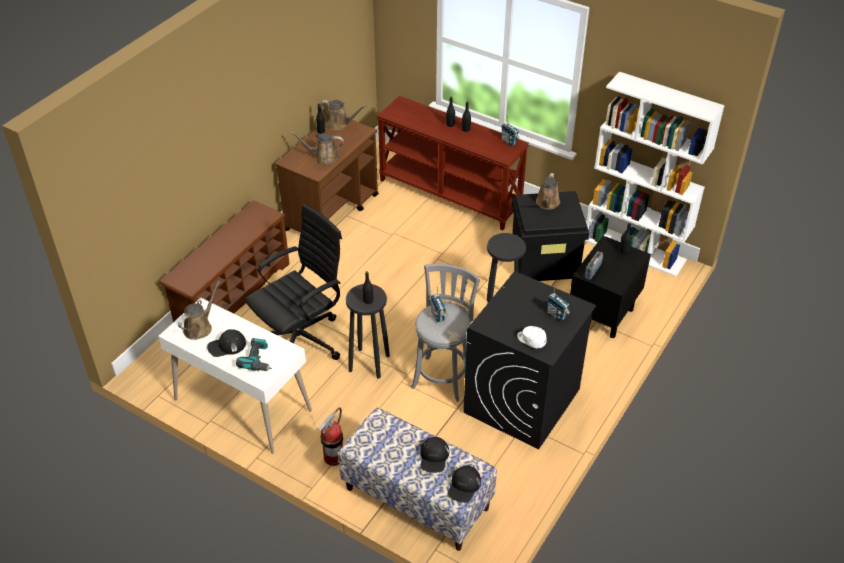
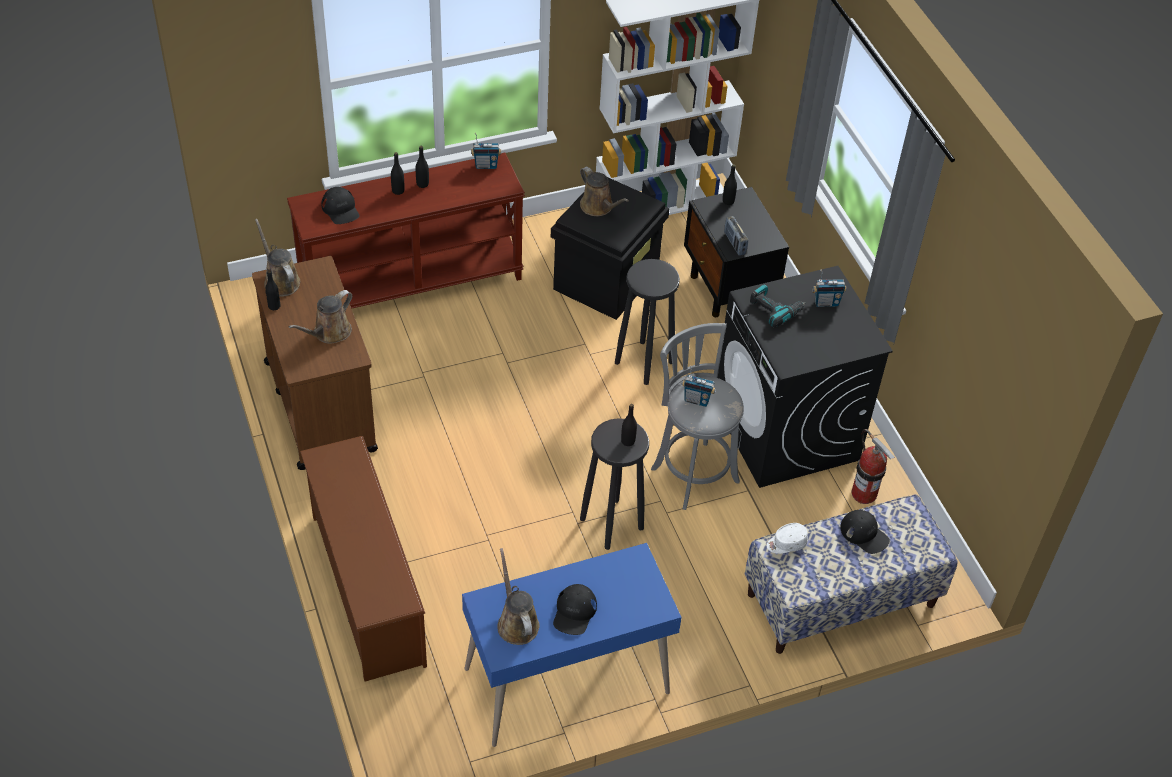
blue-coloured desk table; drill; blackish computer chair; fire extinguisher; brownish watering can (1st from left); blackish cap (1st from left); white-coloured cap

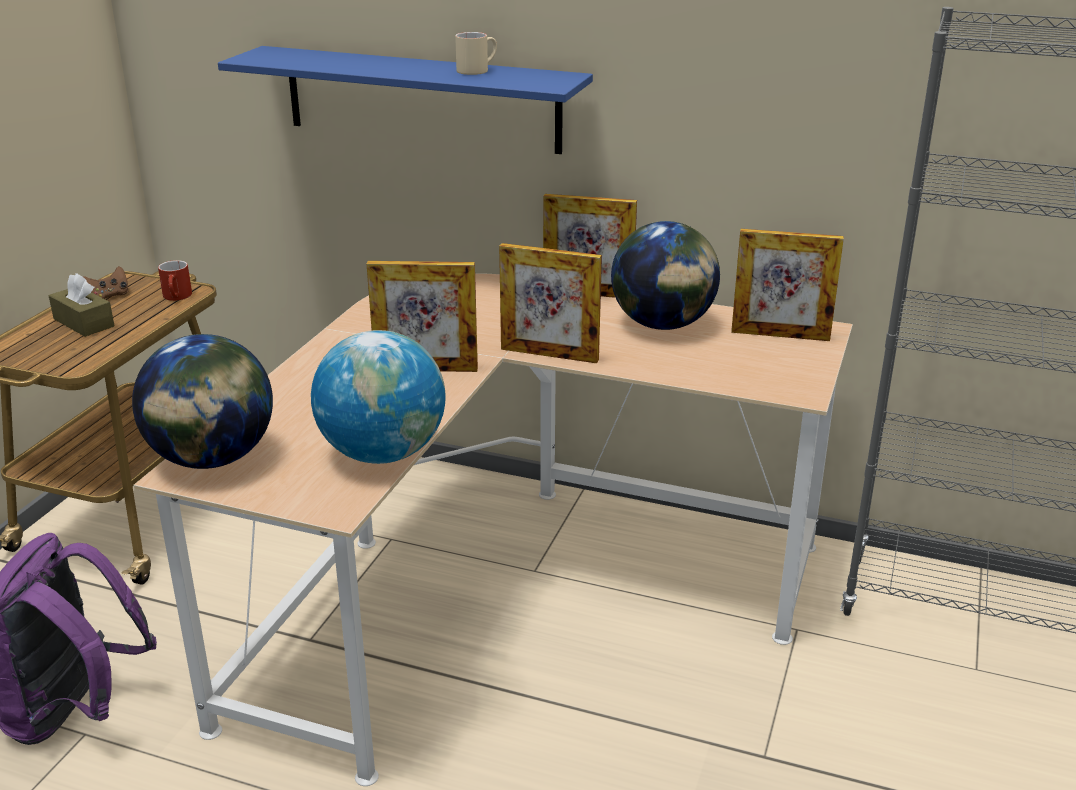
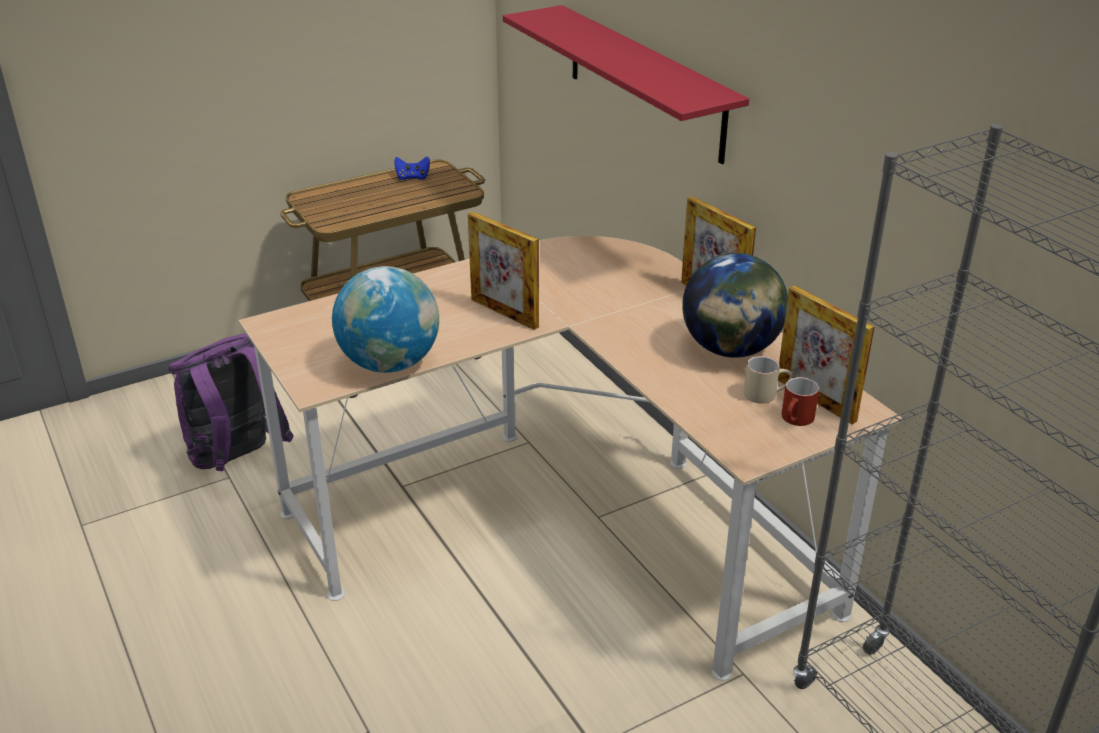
brownish tissue holder; blue-coloured joypad; globe (1st from left in the first image); red coffee mug; red bracket shelf; beige coffee mug; picture frame (2nd from left in the first image)

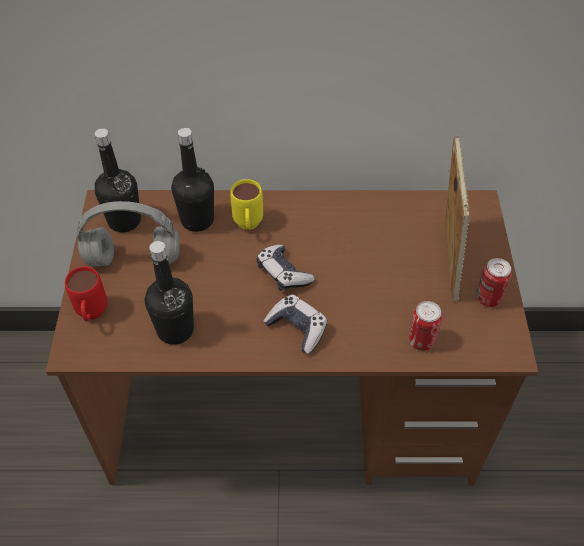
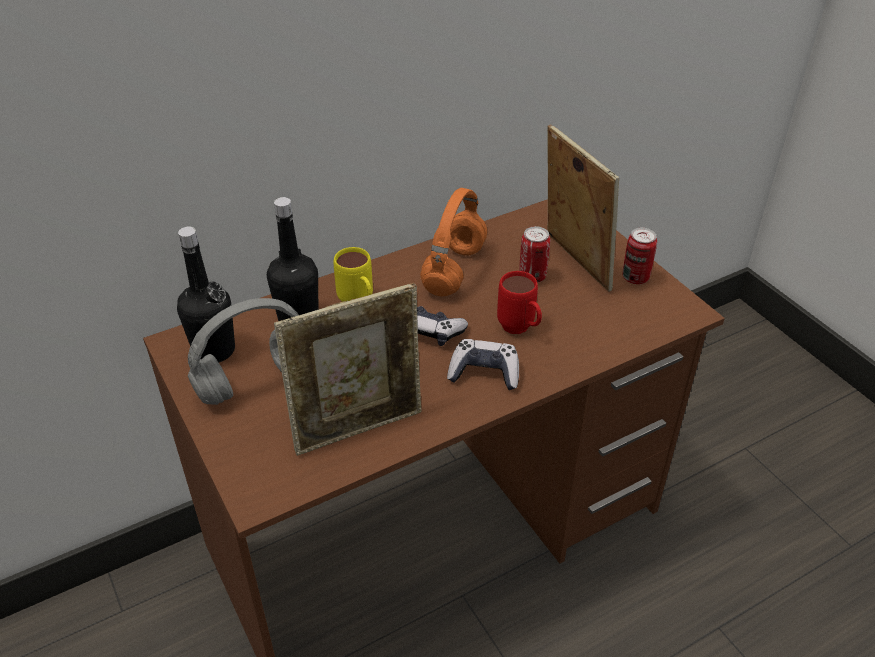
red coffee mug; picture frame (1st from left); can (1st from left); orangey headset

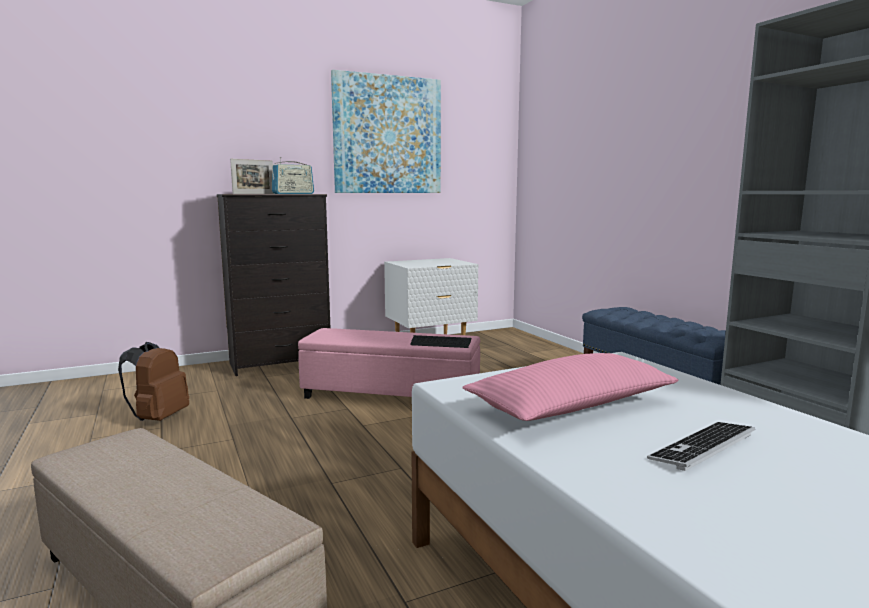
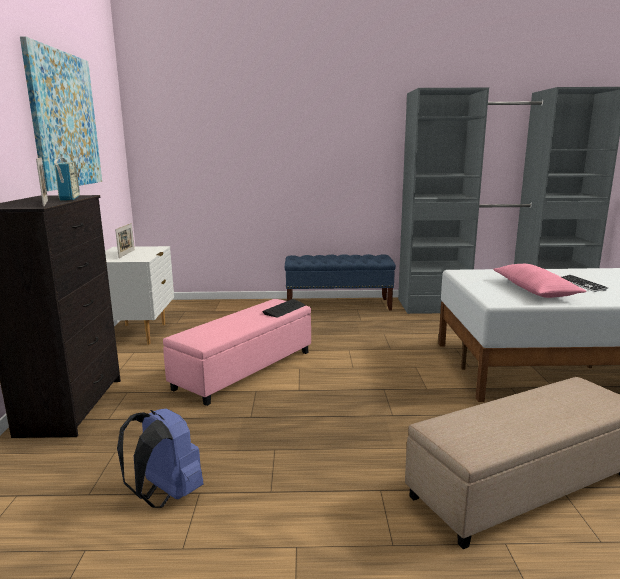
blue-coloured rucksack; picture frame (2nd from left)

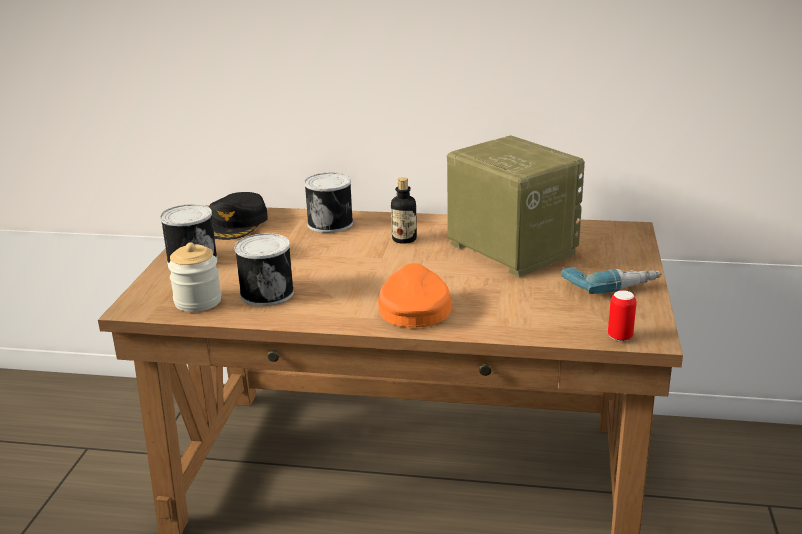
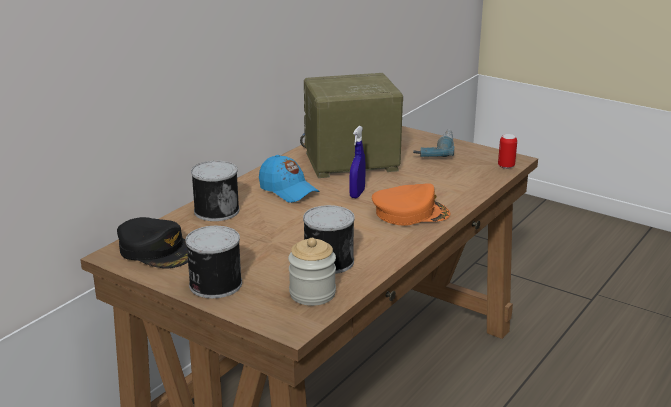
orangey cap; blue-coloured cap; blue-coloured hand sprayer

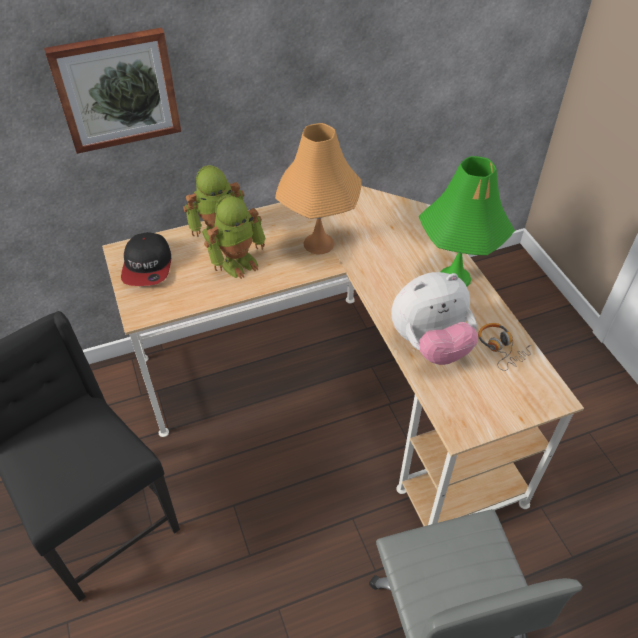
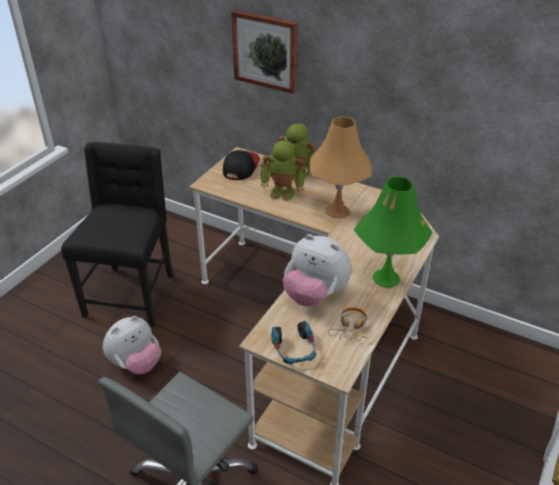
cap; soft toy (1st from left); headset (1st from left)

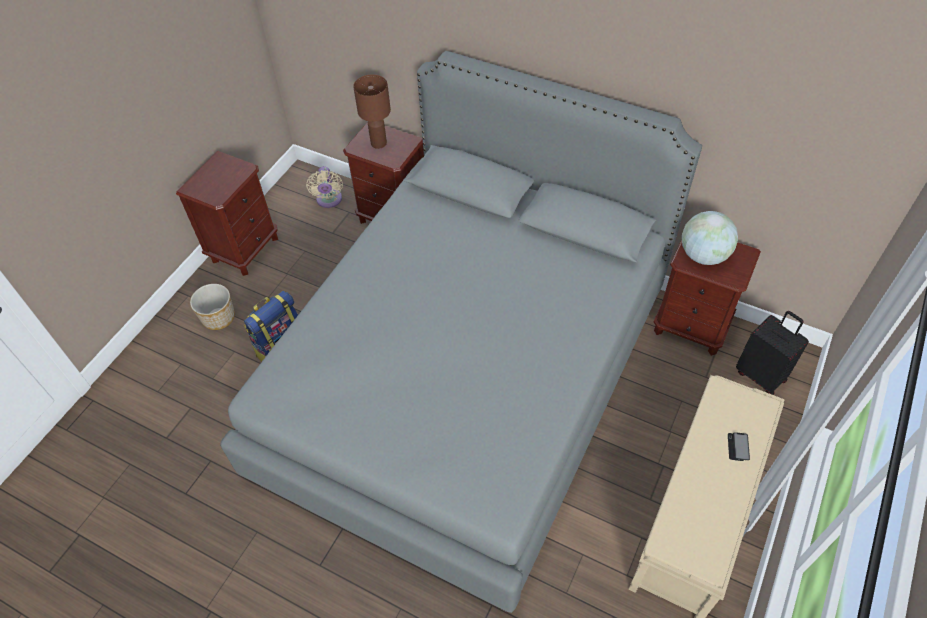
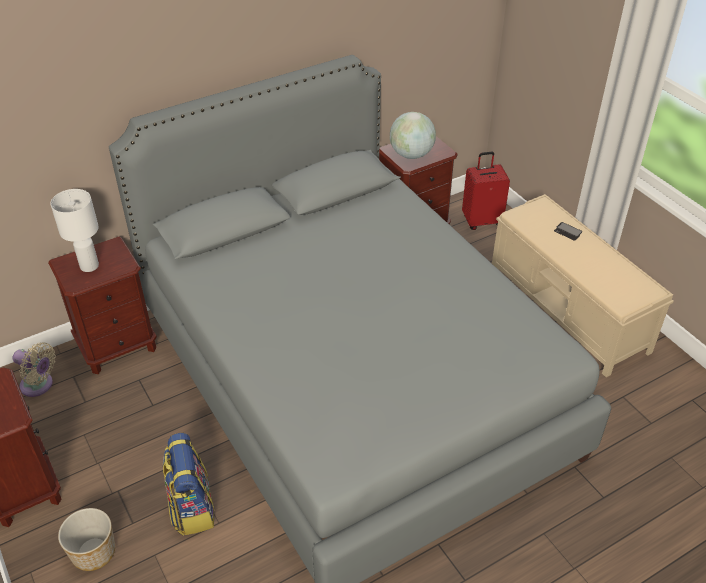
white-coloured lamp for a table; red piece of luggage

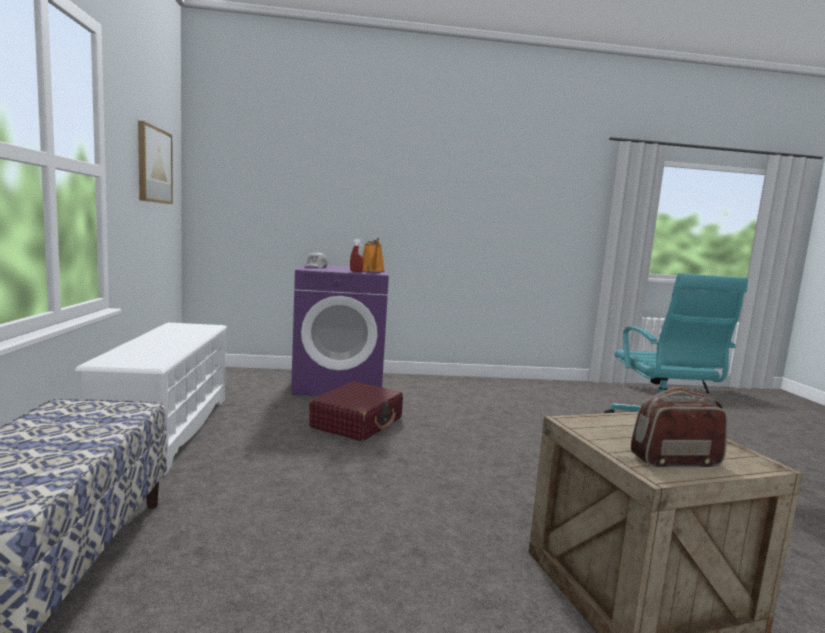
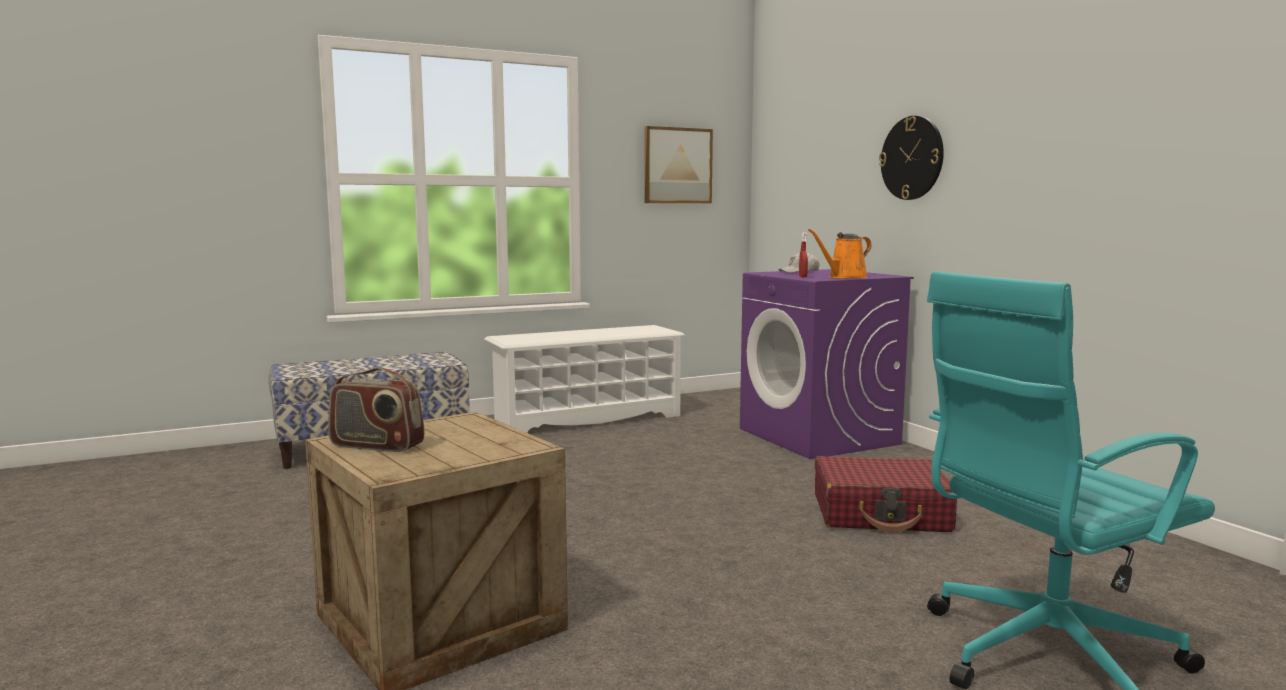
red piece of luggage; radio receiver; hanging clock

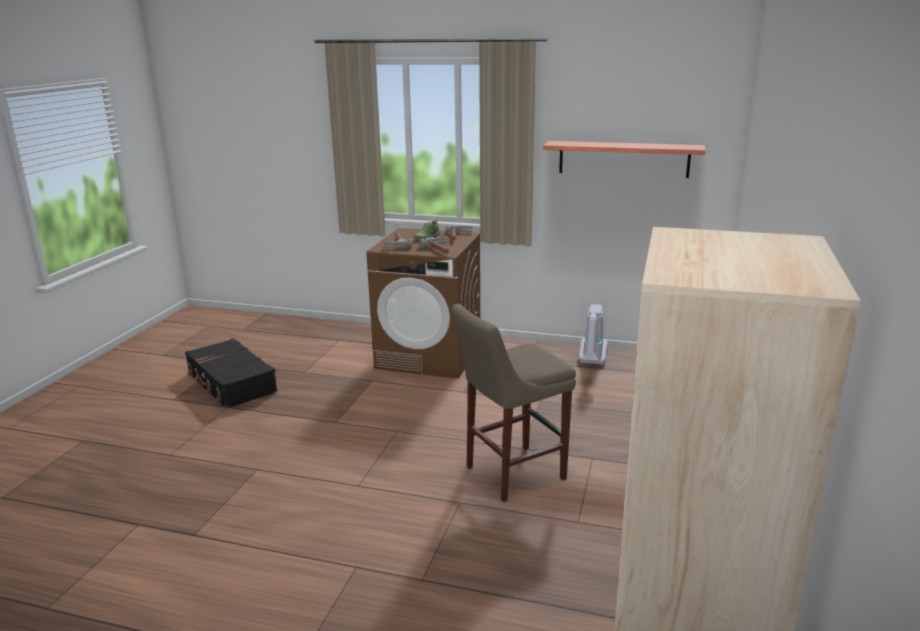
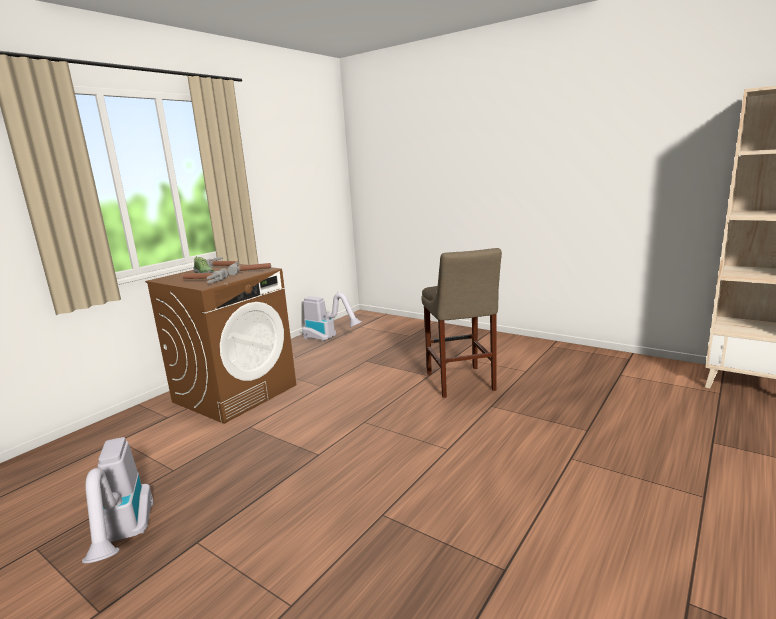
hoover (1st from left); bracket shelf

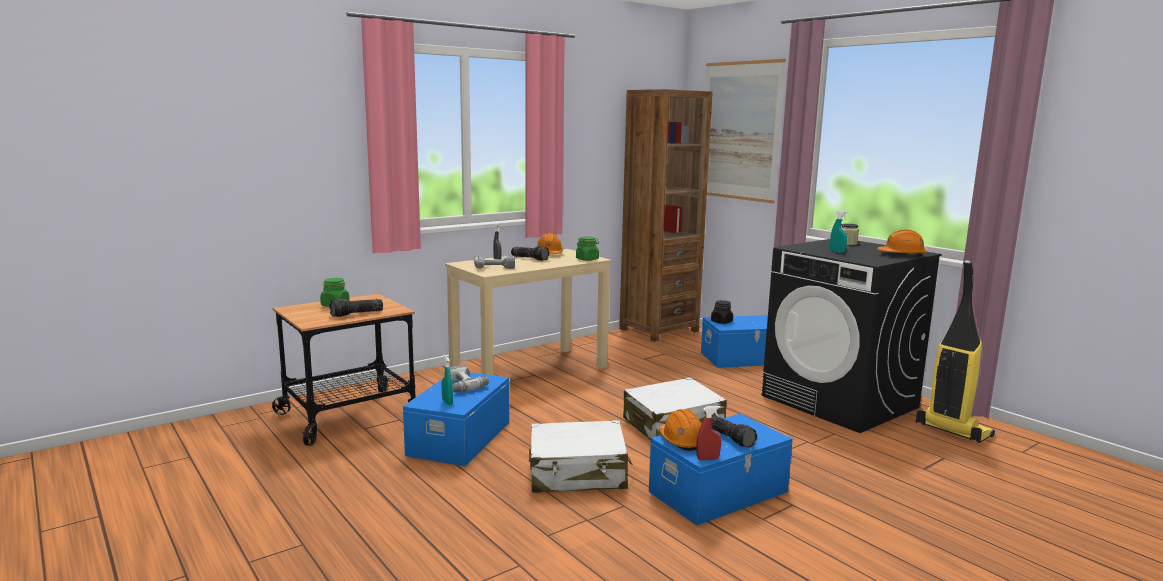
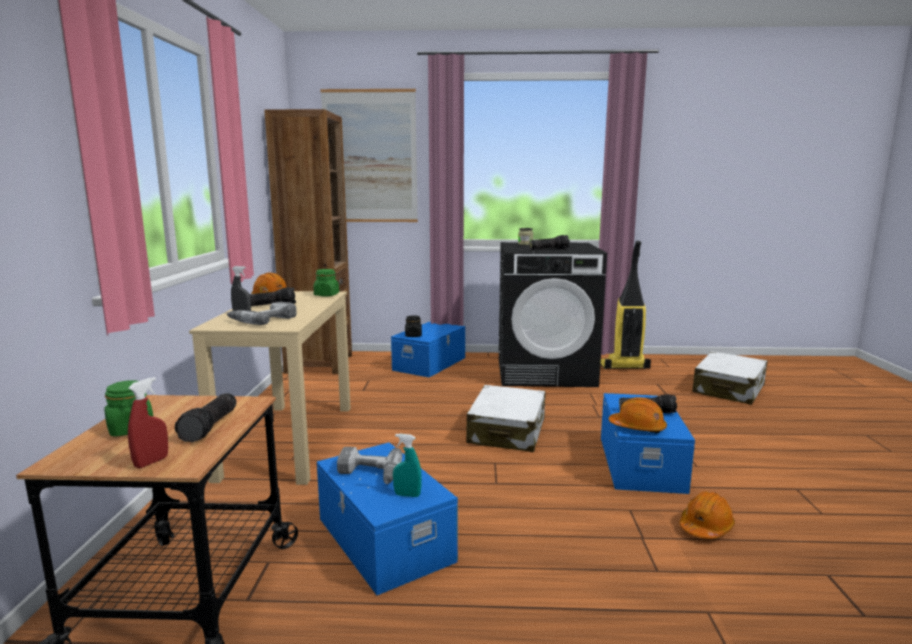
white-coloured piece of luggage (2nd from left); red hand sprayer; hand torch (3rd from left); orangey safety helmet (3rd from left)

